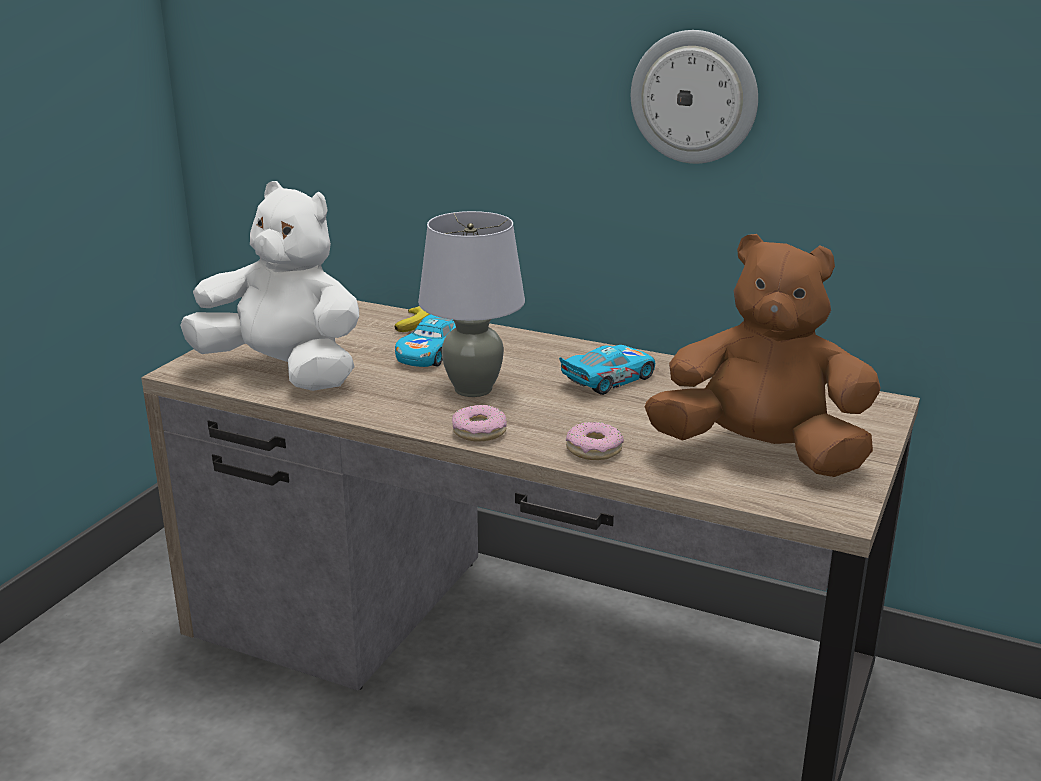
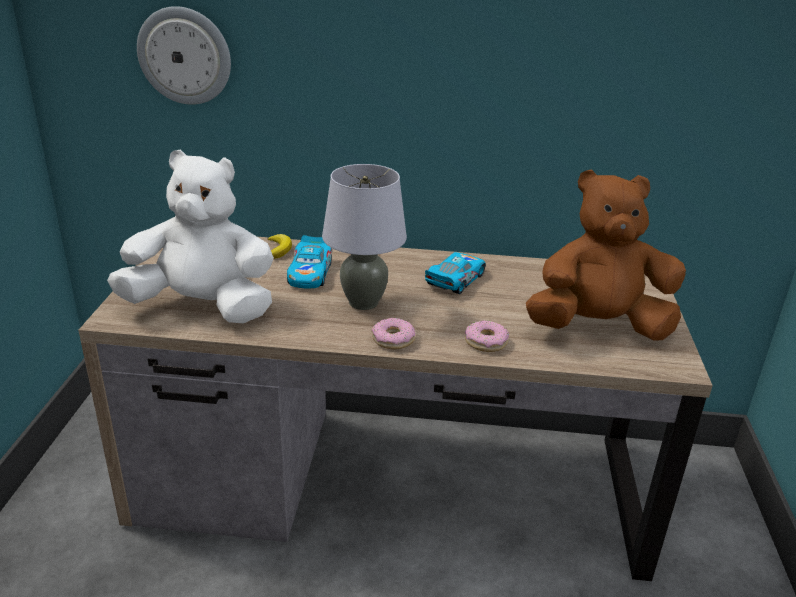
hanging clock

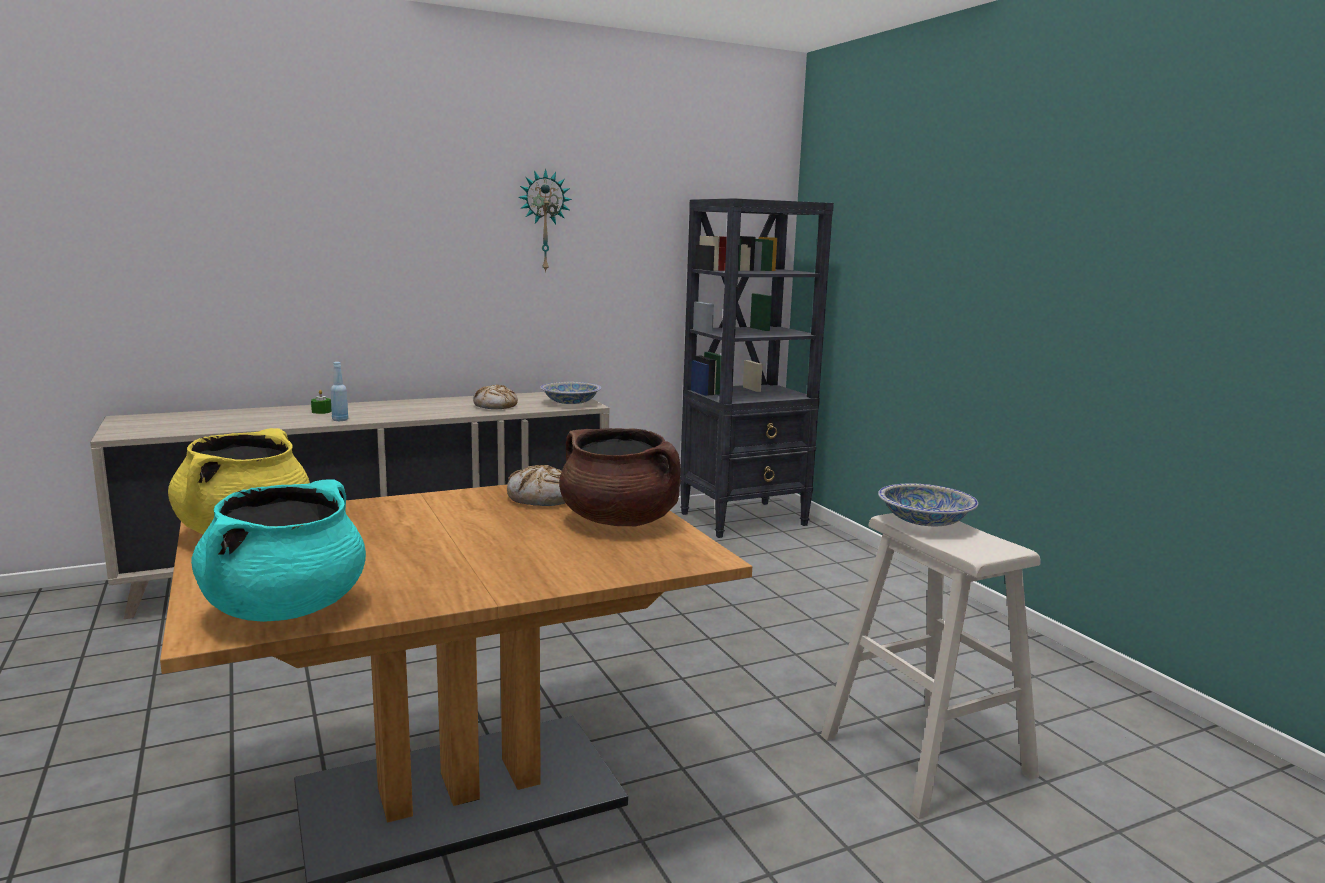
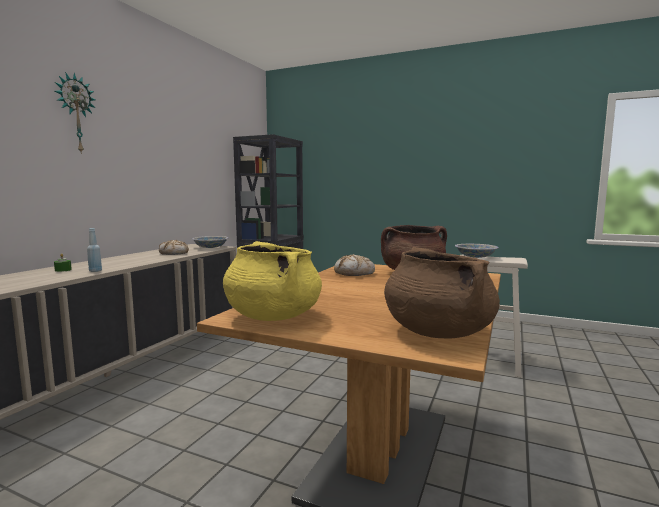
brownish stockpot (2nd from left); hanging clock

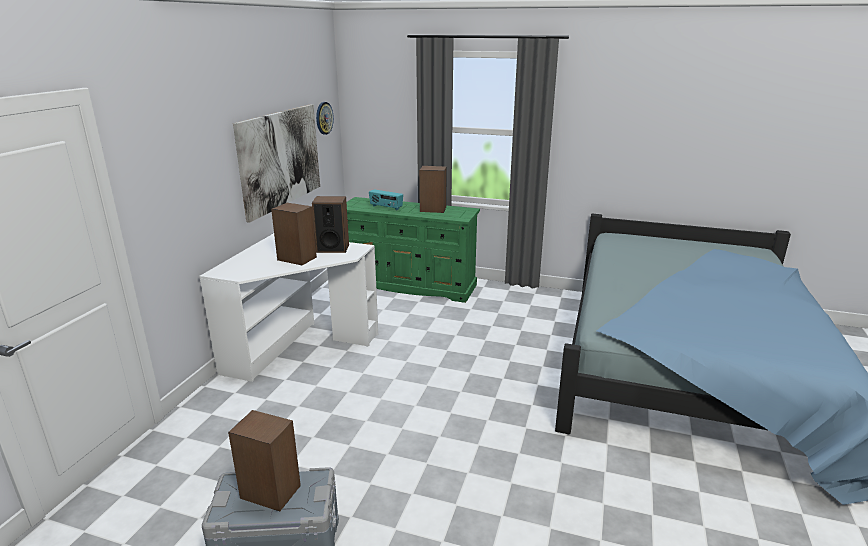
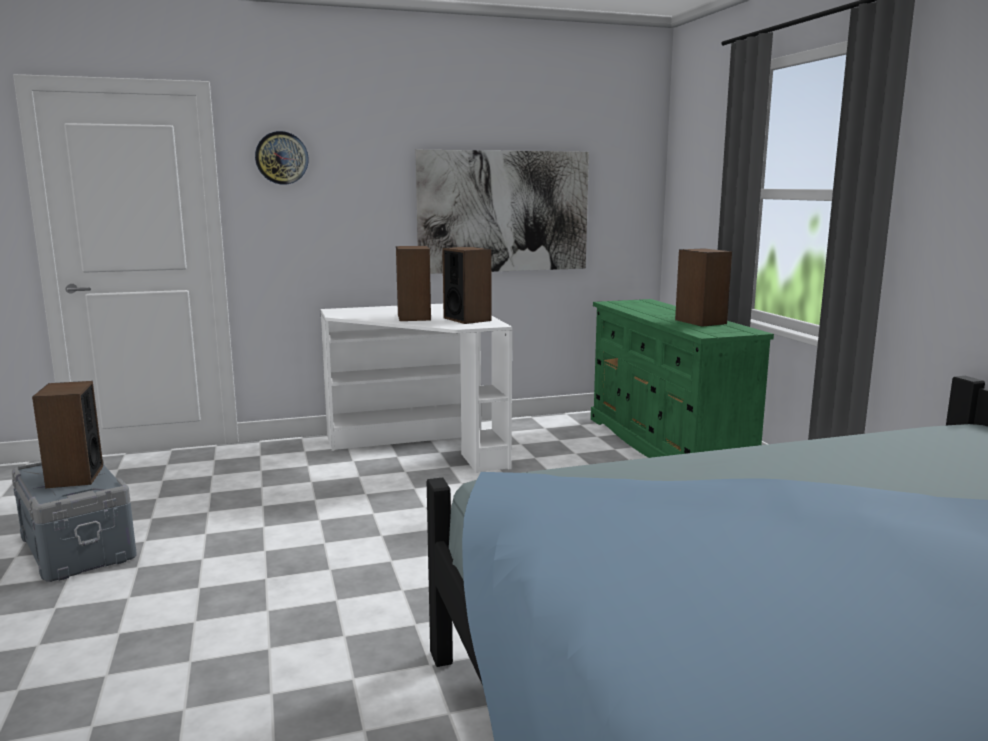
hanging clock; radio receiver

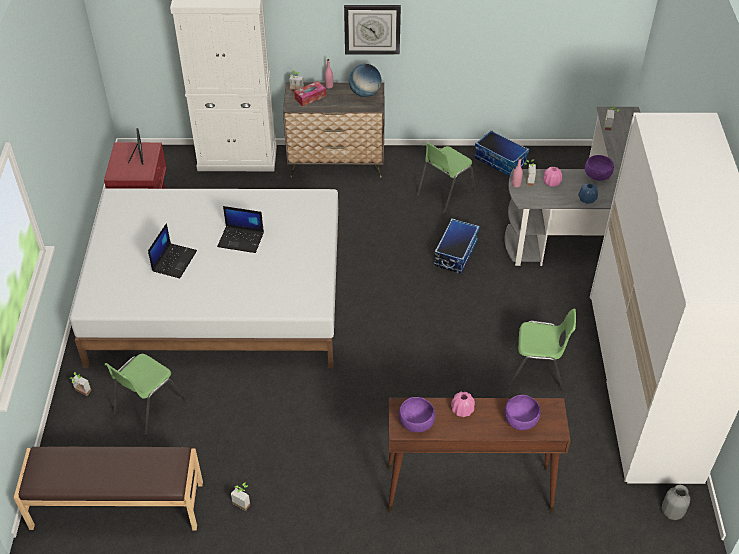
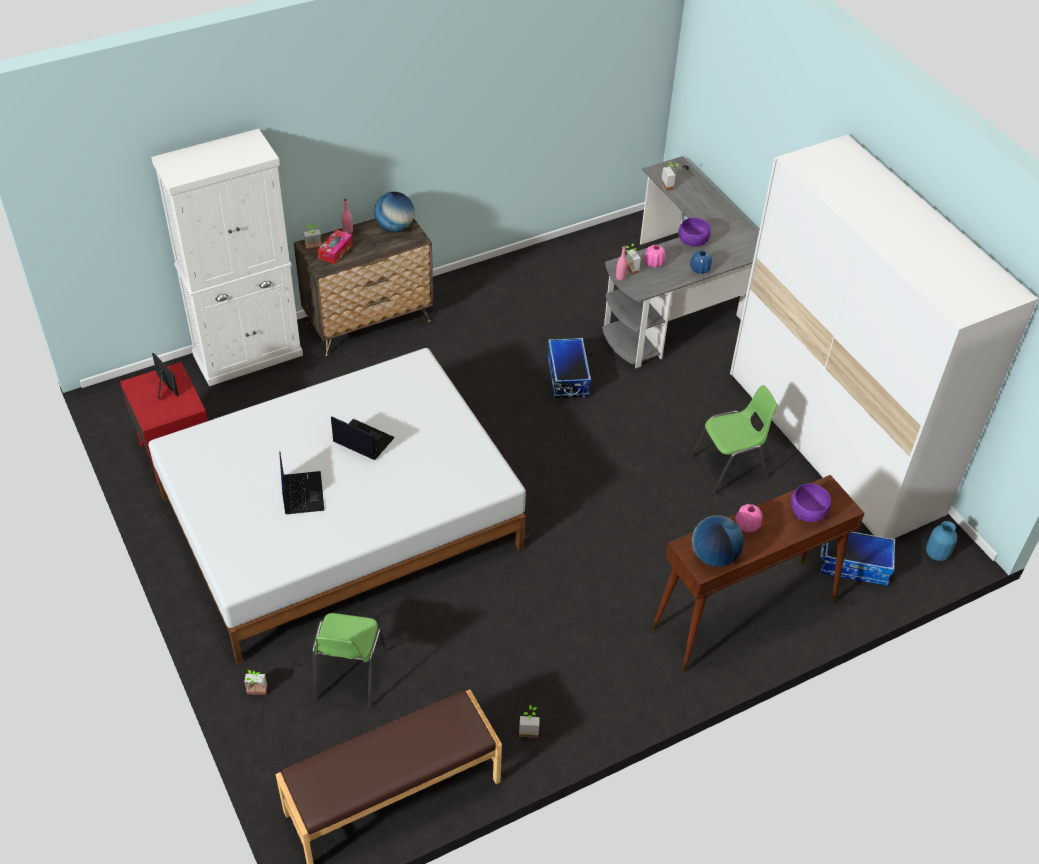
notebook computer (2nd from left); hanging clock; globe (2nd from left); greenish plain chair (2nd from left in the first image); storage box (2nd from left); blue-coloured flower vase (2nd from left)

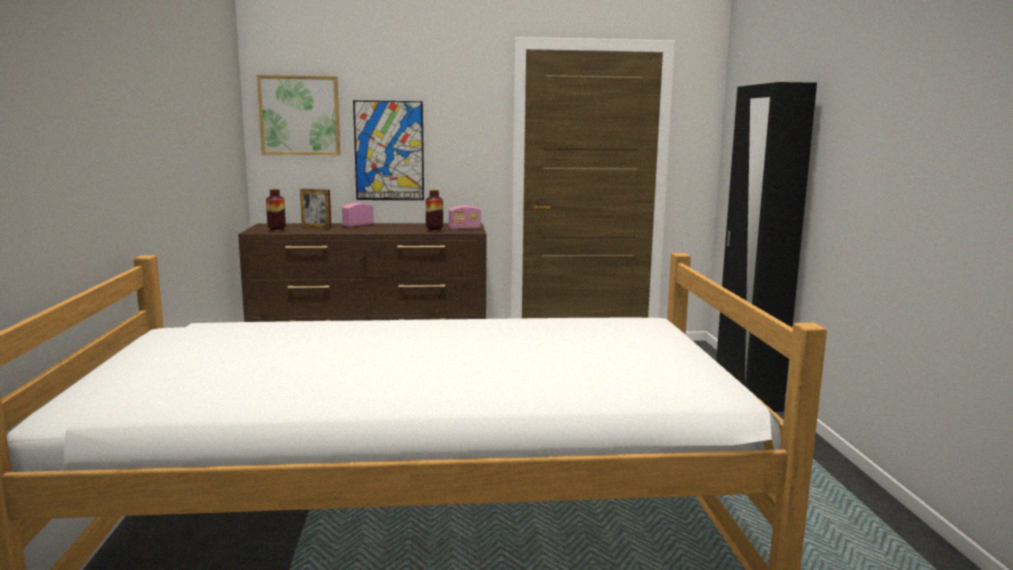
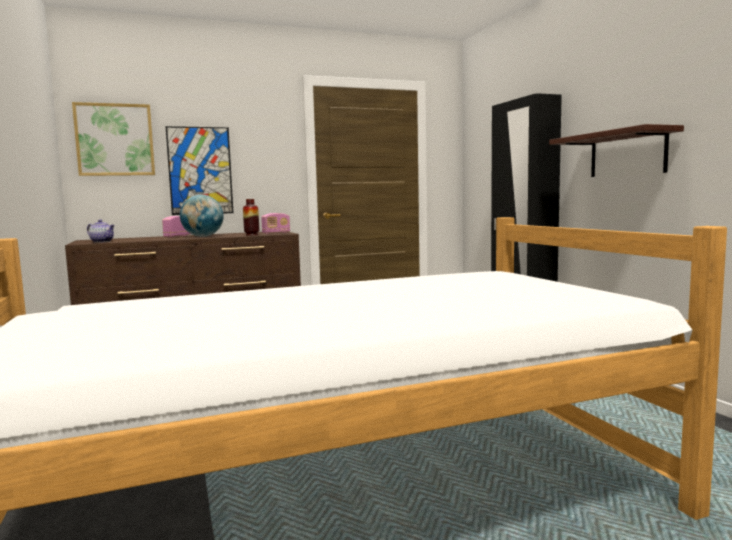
teapot; picture frame; globe; bracket shelf

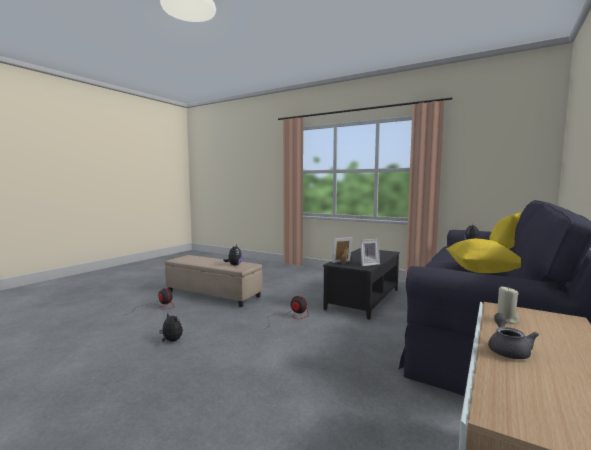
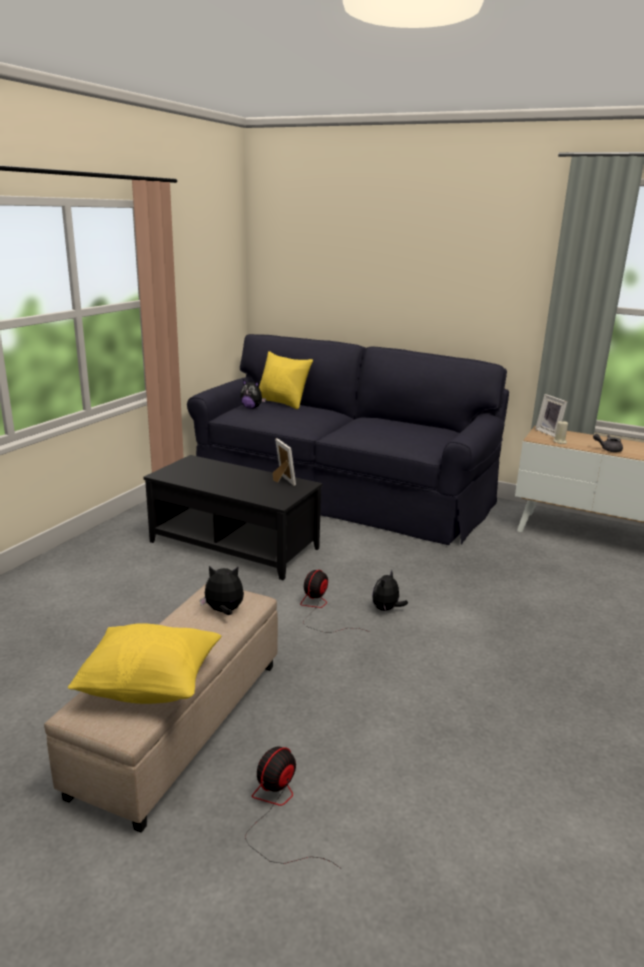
soft toy (3rd from left); picture frame (2nd from left); yellow cushion (1st from left)

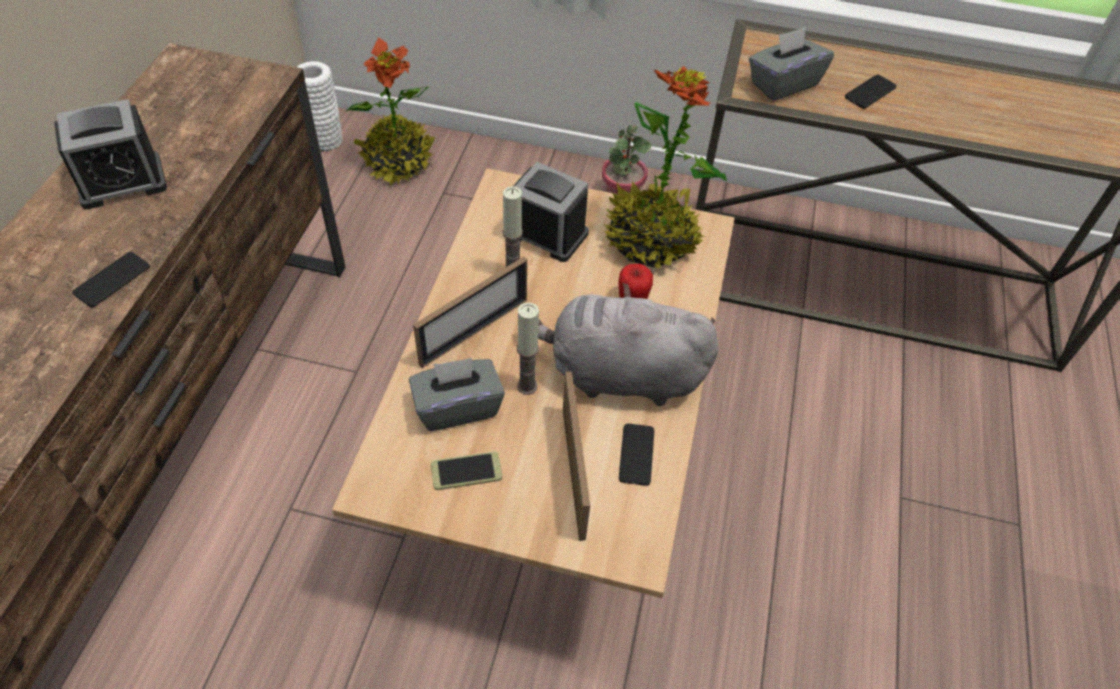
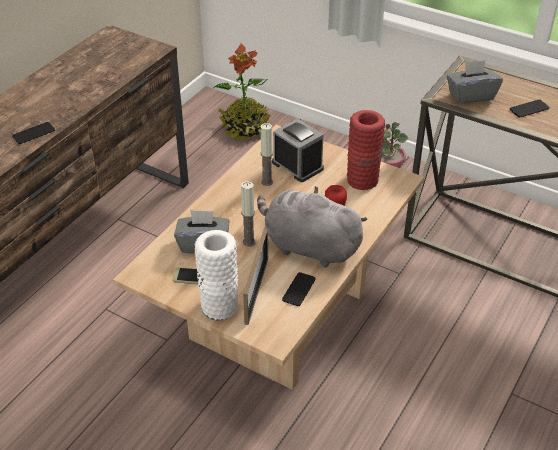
bedside clock (1st from left in the first image); white-coloured flower vase; picture frame (1st from left in the first image); red flower vase

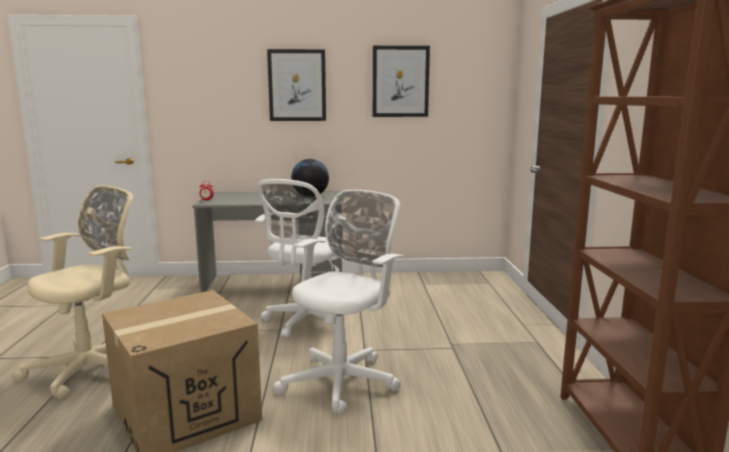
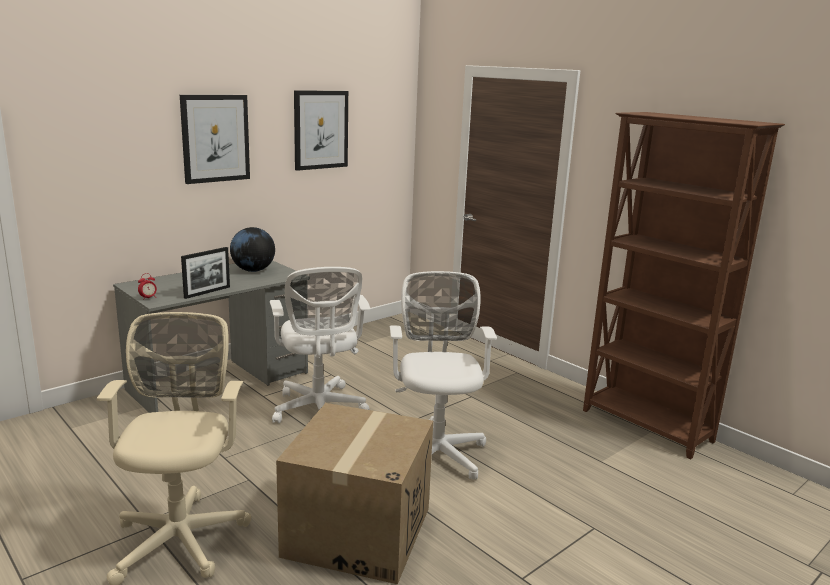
picture frame

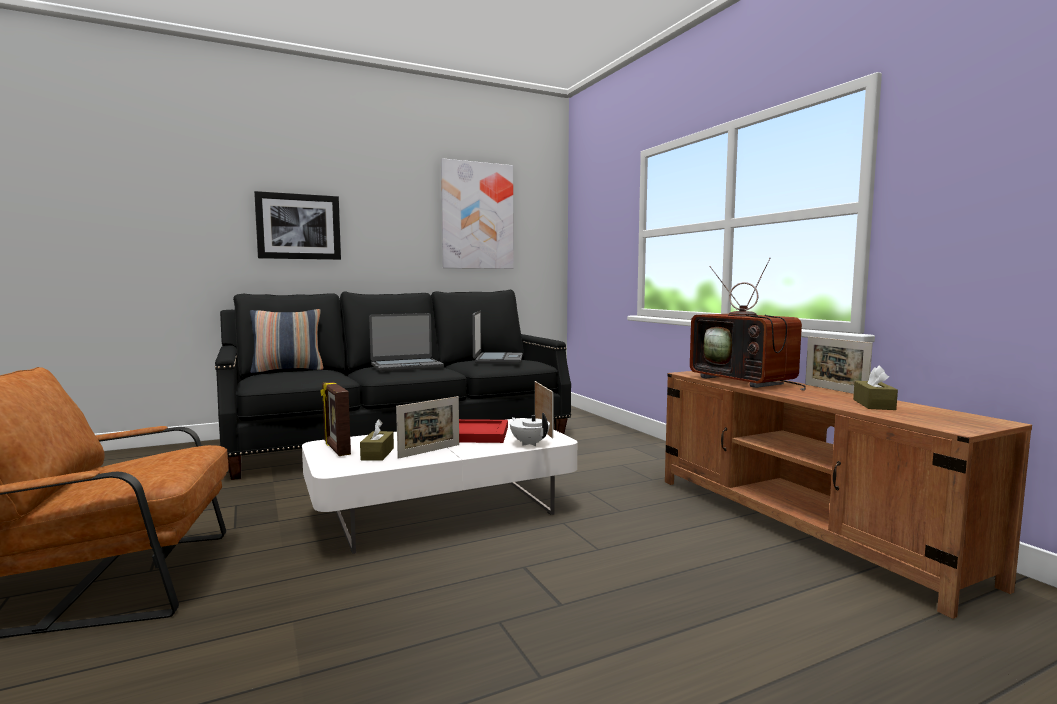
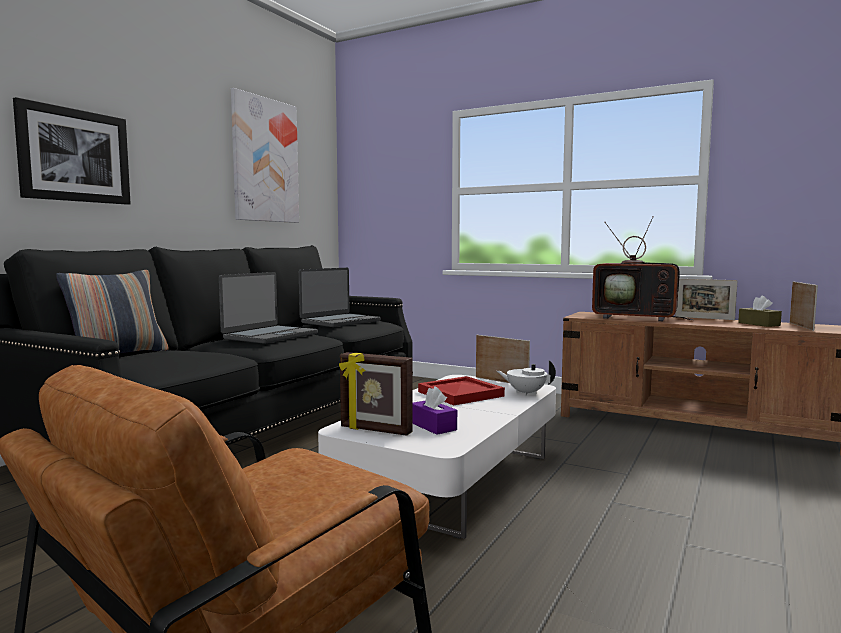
purple tissue holder; picture frame (4th from left); notebook computer (2nd from left)

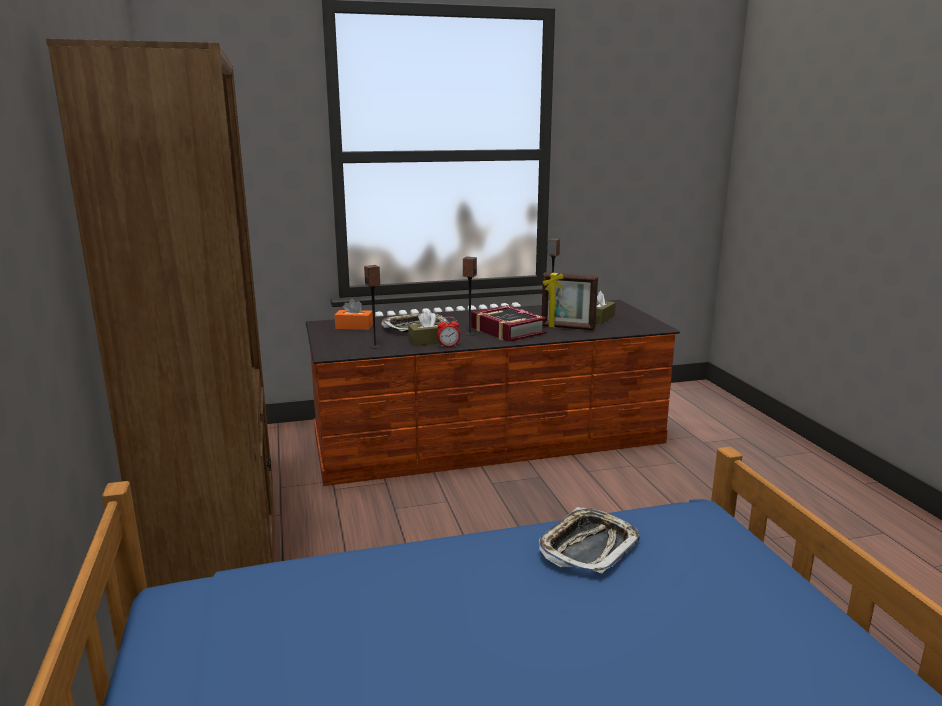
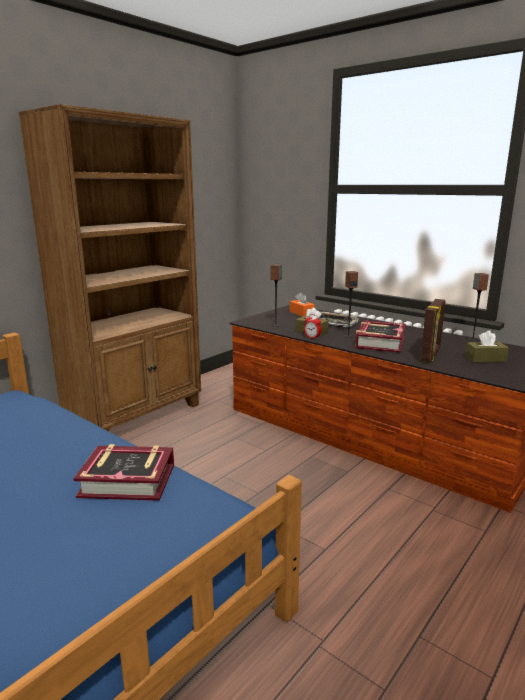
bound book (1st from left); picture frame

